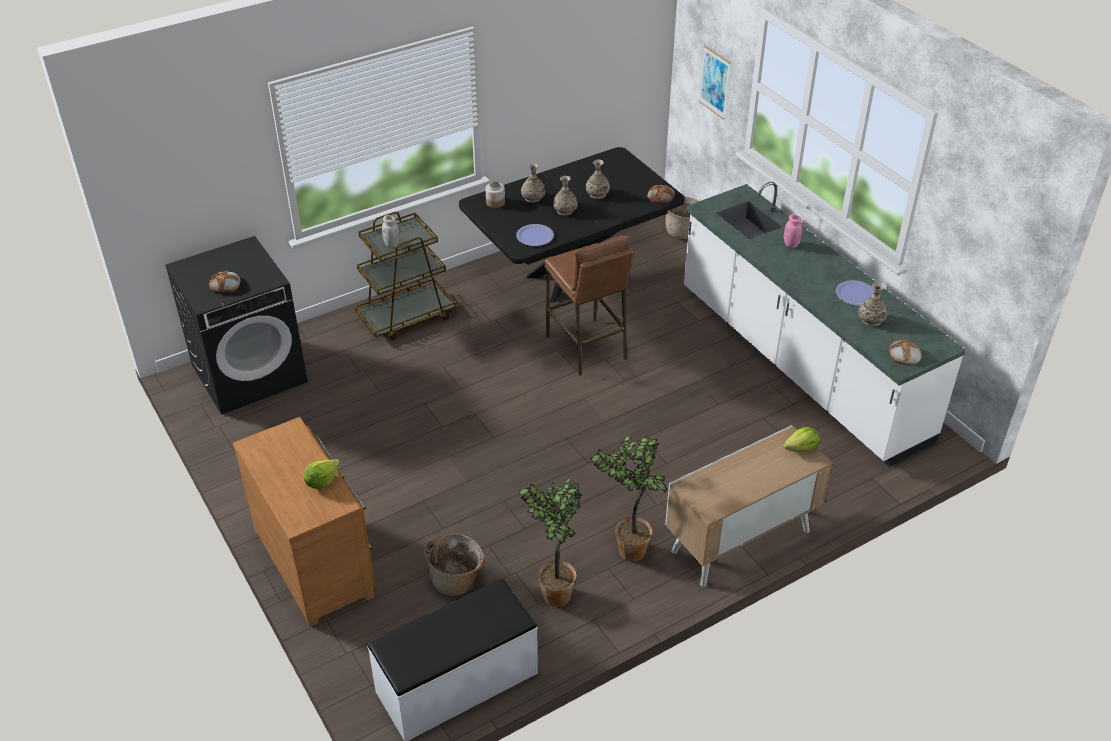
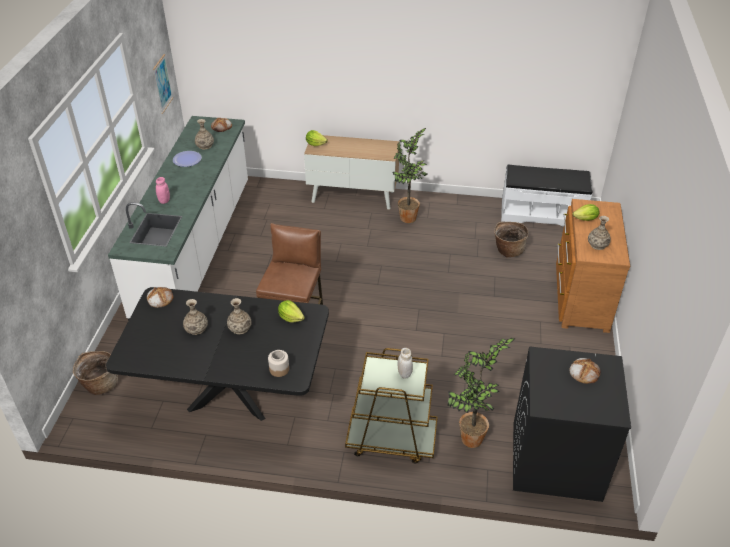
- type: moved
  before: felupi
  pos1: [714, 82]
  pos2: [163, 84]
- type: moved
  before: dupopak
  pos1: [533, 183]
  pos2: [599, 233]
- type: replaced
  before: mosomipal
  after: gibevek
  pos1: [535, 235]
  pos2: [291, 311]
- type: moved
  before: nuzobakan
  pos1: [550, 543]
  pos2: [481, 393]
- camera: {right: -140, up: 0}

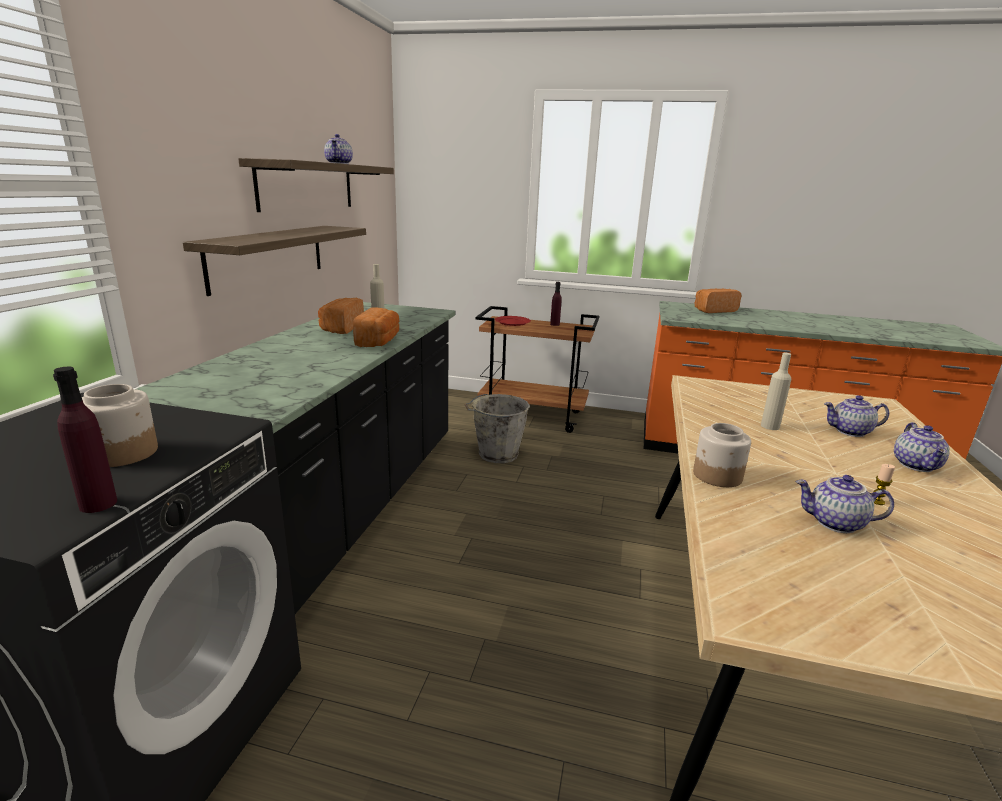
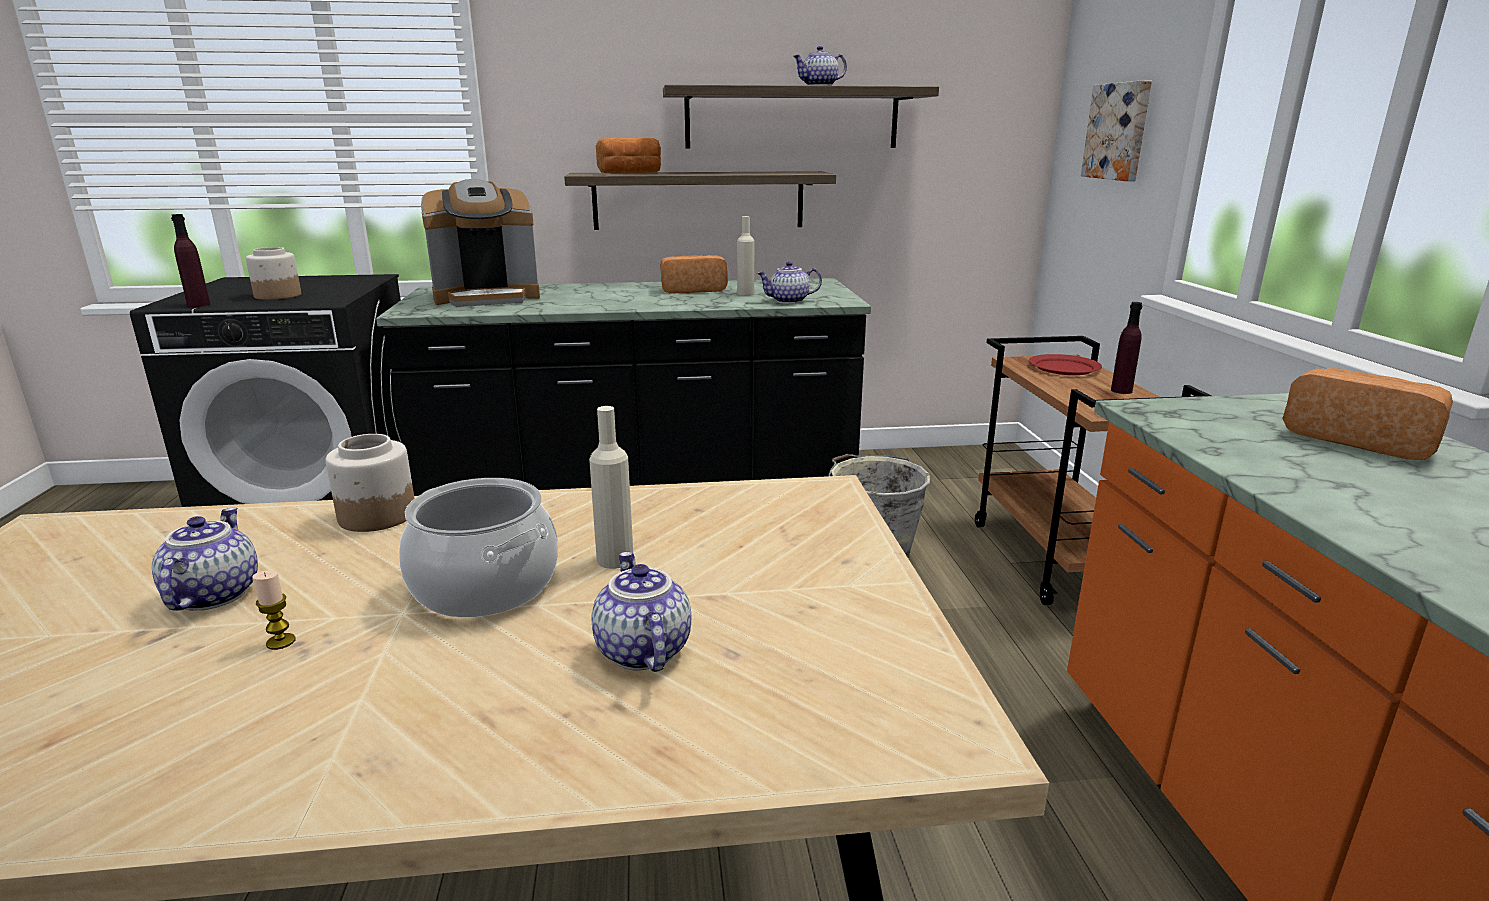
- type: moved
  before: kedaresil
  pos1: [376, 327]
  pos2: [628, 155]
- type: moved
  before: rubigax
  pos1: [922, 447]
  pos2: [789, 282]
- type: added
  after: felupi
  pos2: [1116, 130]
- type: added
  after: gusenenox
  pos2: [480, 243]
- type: added
  after: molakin
  pos2: [478, 548]
- camera: {right: 70, up: 0}

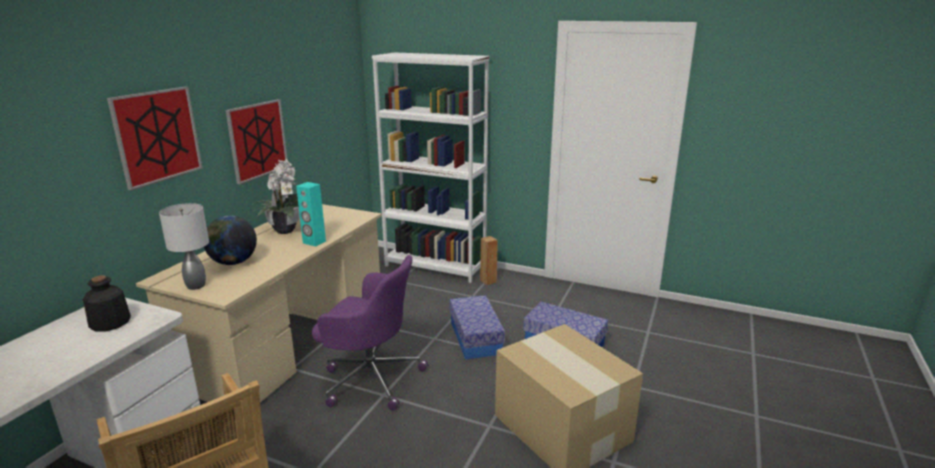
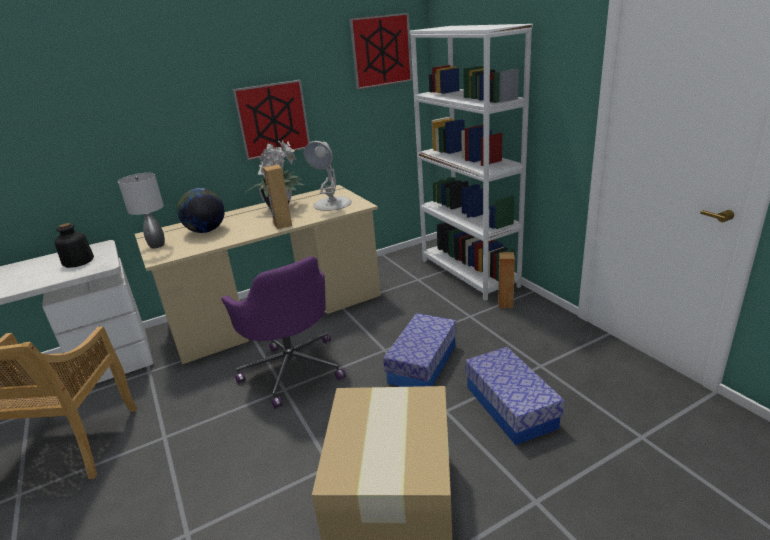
- type: moved
  before: felupi
  pos1: [155, 138]
  pos2: [381, 51]
- type: recoloured
  before: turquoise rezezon
  after: brown rezezon
  pos1: [311, 214]
  pos2: [277, 197]
- type: added
  after: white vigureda
  pos2: [327, 176]
- camera: {right: 40, up: 5}

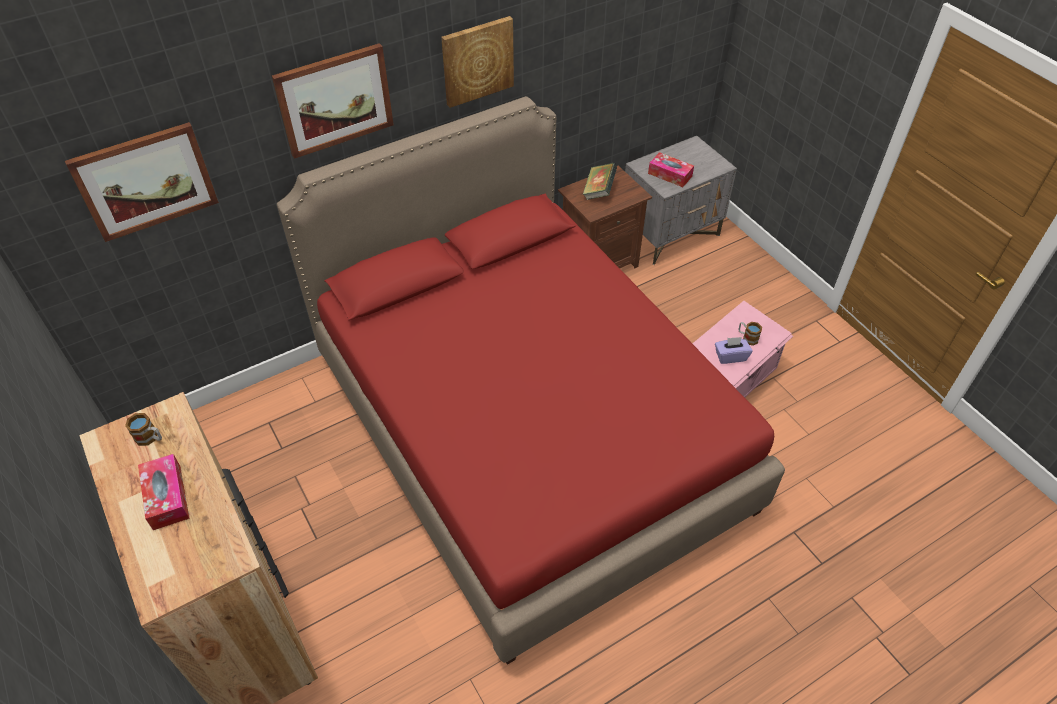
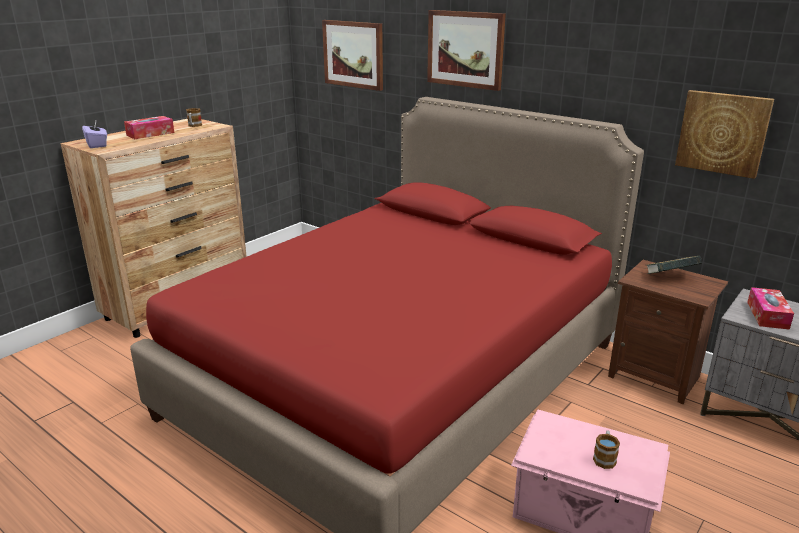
- type: moved
  before: felupi
  pos1: [477, 62]
  pos2: [724, 134]
- type: moved
  before: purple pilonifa
  pos1: [734, 350]
  pos2: [94, 134]
- camera: {right: 70, up: -25}

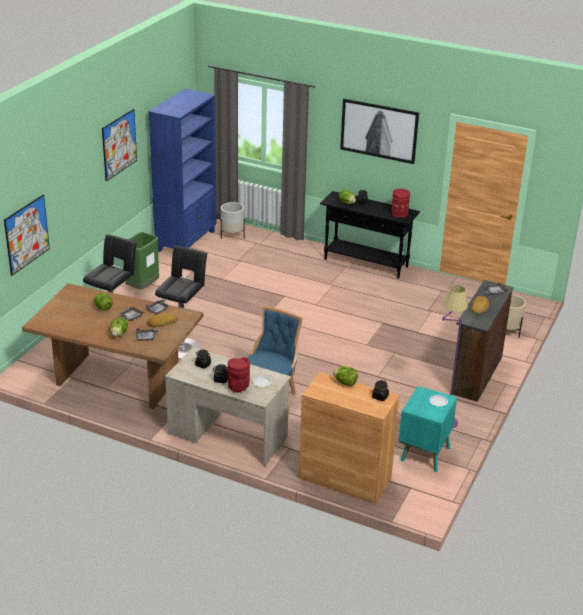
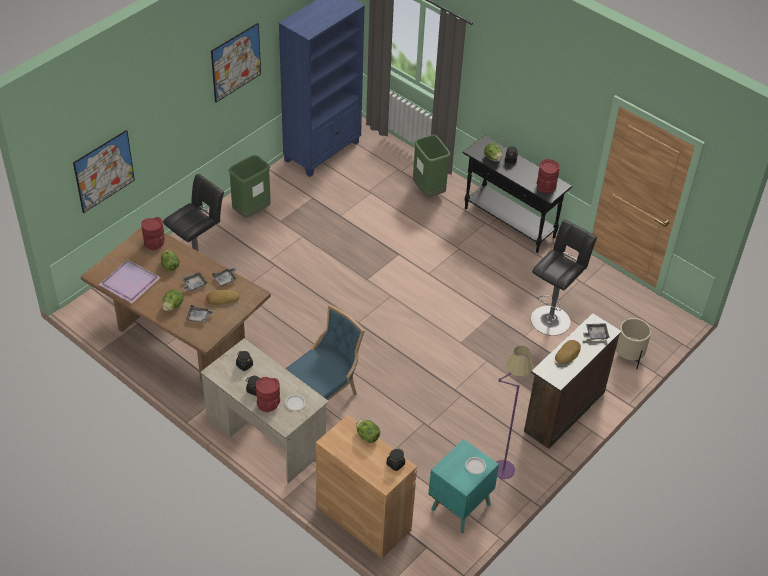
- type: removed
  before: felupi
  pos1: [379, 131]
- type: removed
  before: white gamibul
  pos1: [232, 220]
- type: moved
  before: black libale
  pos1: [181, 302]
  pos2: [564, 278]
- type: added
  after: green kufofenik
  pos2: [431, 166]
- type: added
  after: red dupopak
  pos2: [153, 233]
- type: added
  after: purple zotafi
  pos2: [130, 281]
- camera: {right: 15, up: 15}

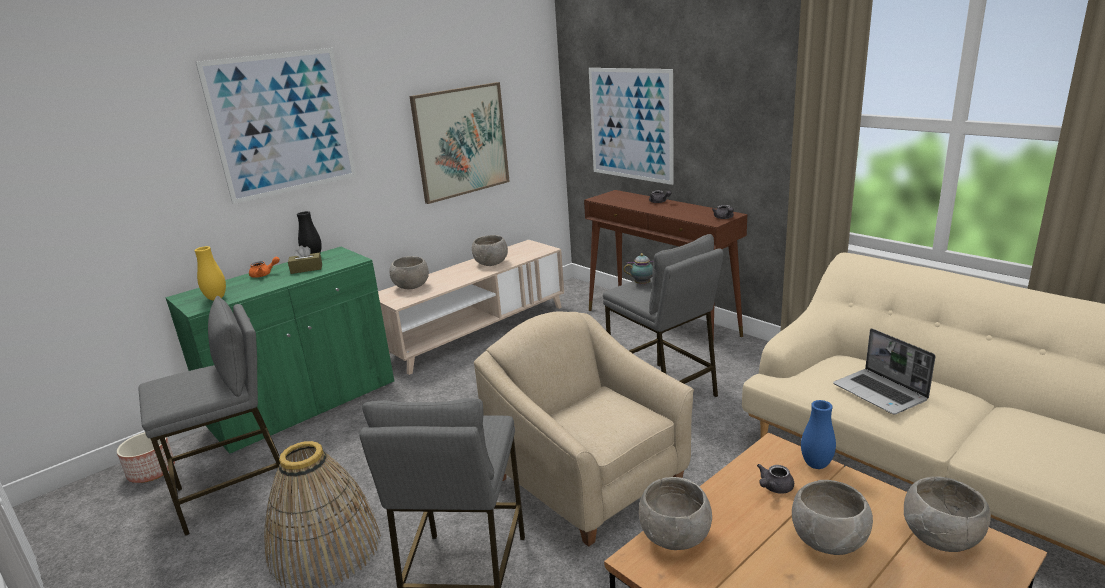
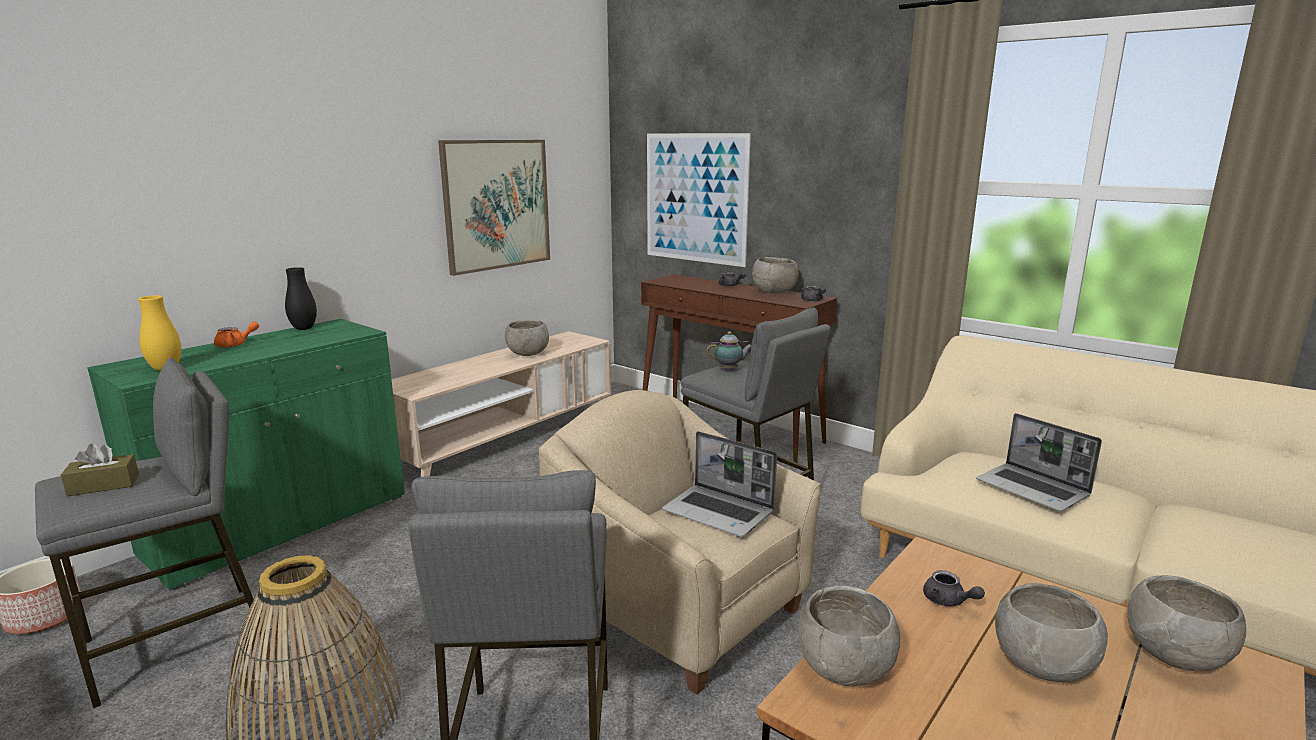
- type: removed
  before: felupi
  pos1: [276, 126]
- type: moved
  before: brown pilonifa
  pos1: [305, 259]
  pos2: [100, 469]
- type: moved
  before: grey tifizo
  pos1: [409, 272]
  pos2: [775, 275]
- type: removed
  before: blue dupopak
  pos1: [818, 434]
- type: turned
  before: grey rubigax
  pos1: [775, 479]
  pos2: [954, 588]
  turn: -75
- type: added
  after: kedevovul
  pos2: [719, 484]
- camera: {right: -10, up: -5}

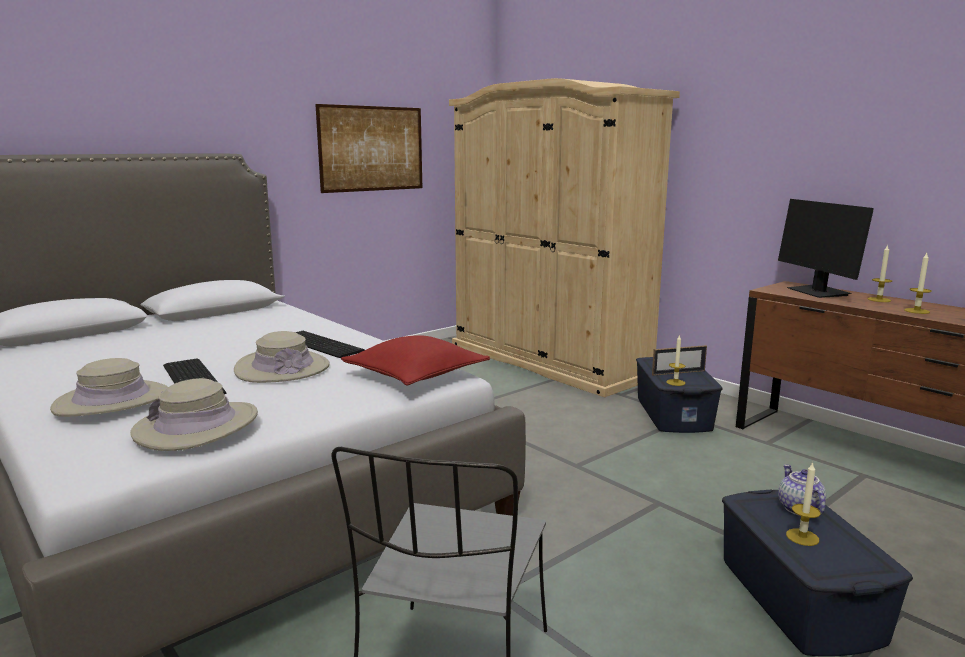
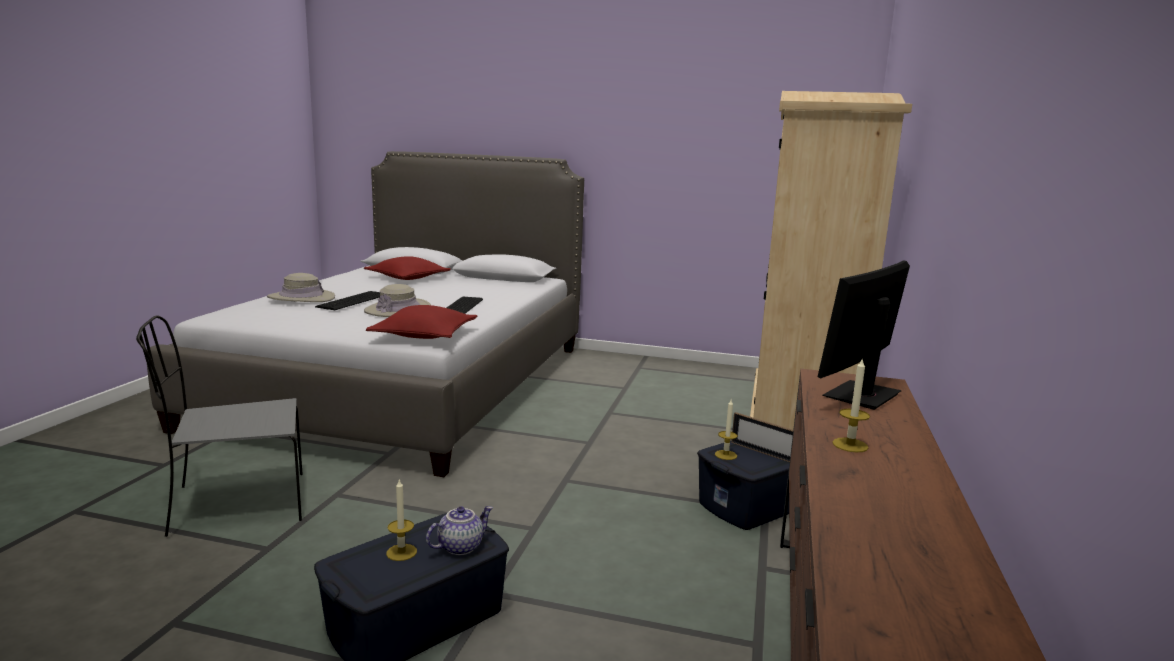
- type: removed
  before: felupi
  pos1: [368, 148]
- type: removed
  before: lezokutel
  pos1: [880, 273]
- type: removed
  before: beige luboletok
  pos1: [194, 414]
- type: added
  after: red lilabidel
  pos2: [407, 268]
- camera: {right: 55, up: 0}

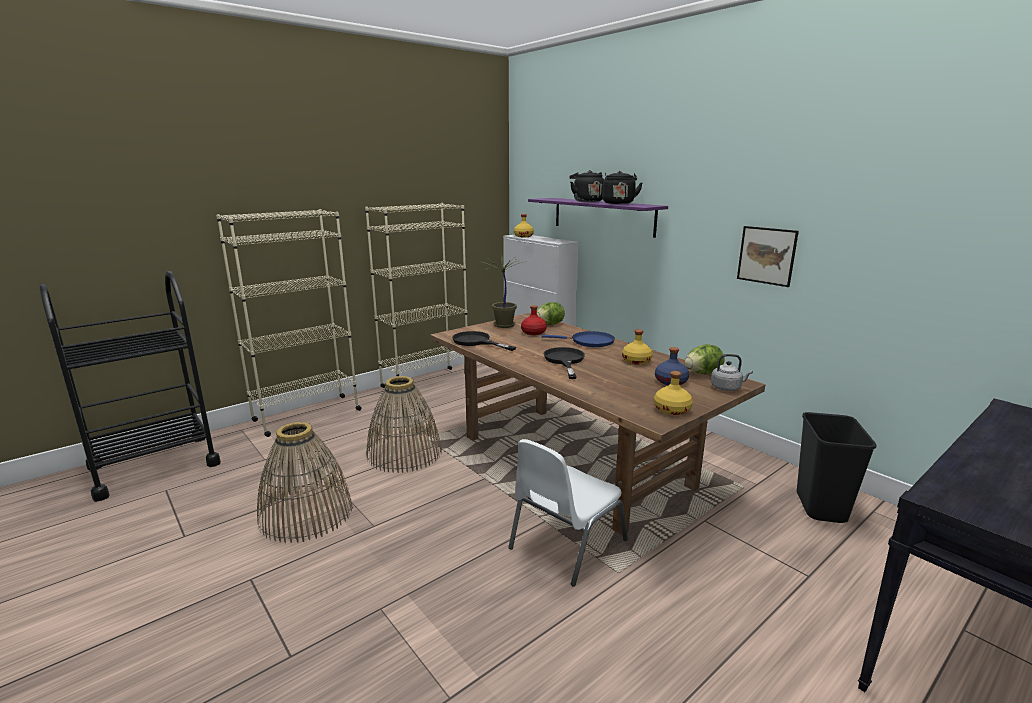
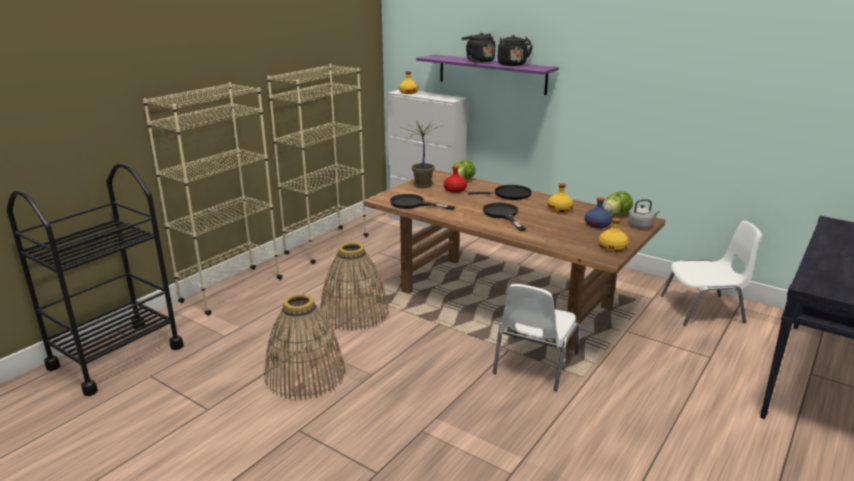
- type: removed
  before: felupi
  pos1: [768, 256]
- type: recoloured
  before: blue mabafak
  after: black mabafak
  pos1: [578, 339]
  pos2: [500, 192]
- type: replaced
  before: black kufofenik
  after: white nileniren
  pos1: [836, 467]
  pos2: [711, 273]
- camera: {right: -15, up: 5}

